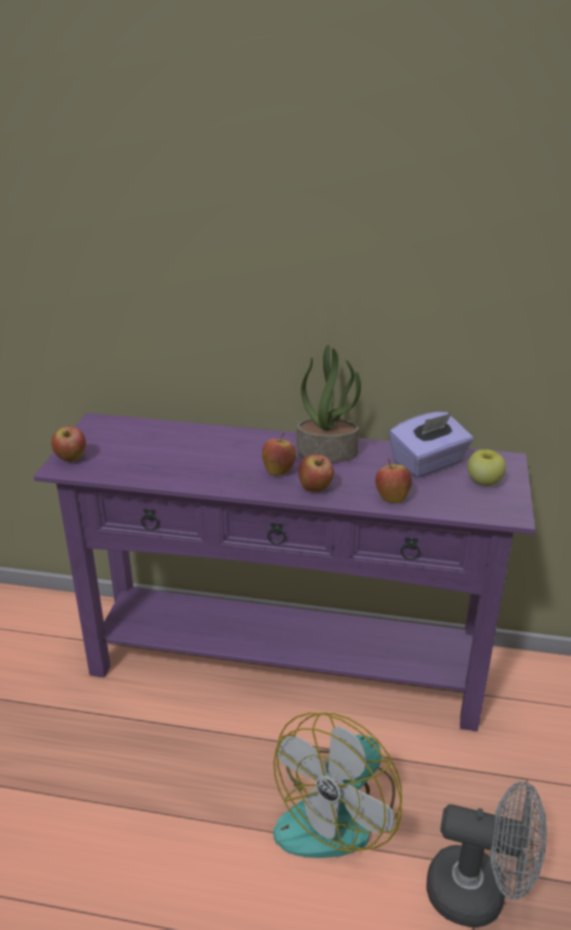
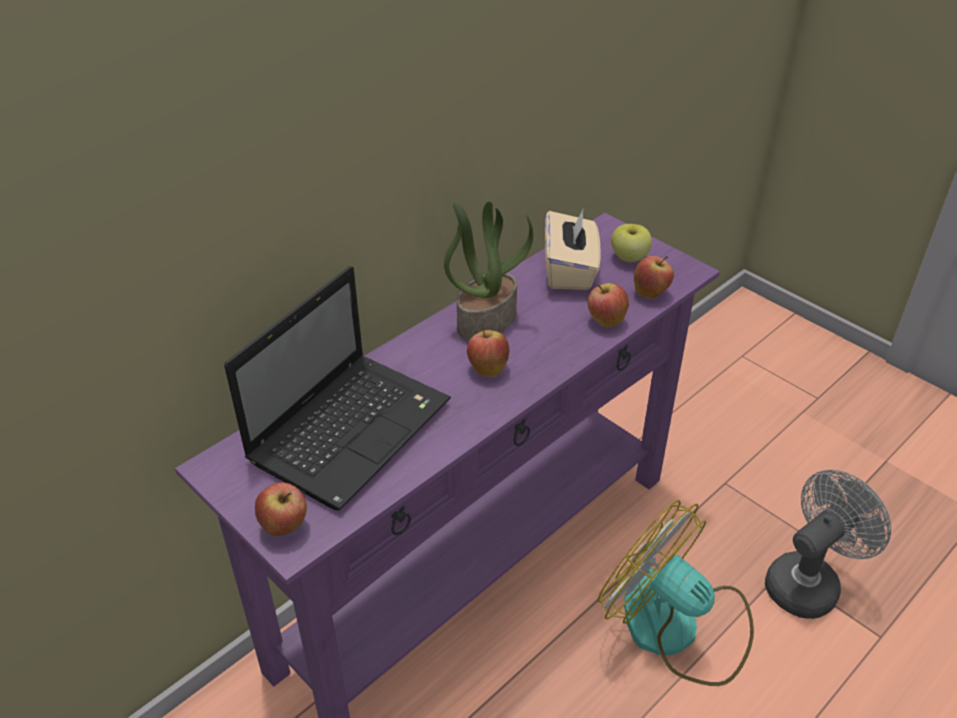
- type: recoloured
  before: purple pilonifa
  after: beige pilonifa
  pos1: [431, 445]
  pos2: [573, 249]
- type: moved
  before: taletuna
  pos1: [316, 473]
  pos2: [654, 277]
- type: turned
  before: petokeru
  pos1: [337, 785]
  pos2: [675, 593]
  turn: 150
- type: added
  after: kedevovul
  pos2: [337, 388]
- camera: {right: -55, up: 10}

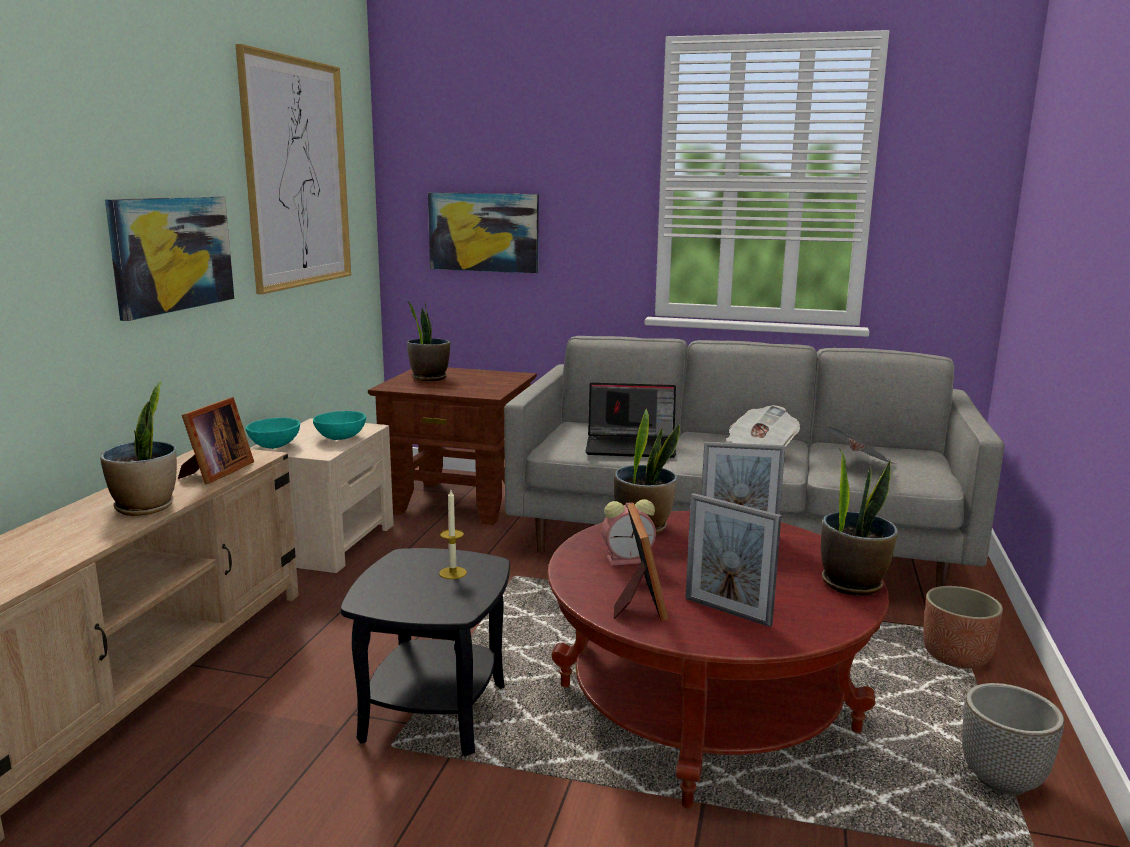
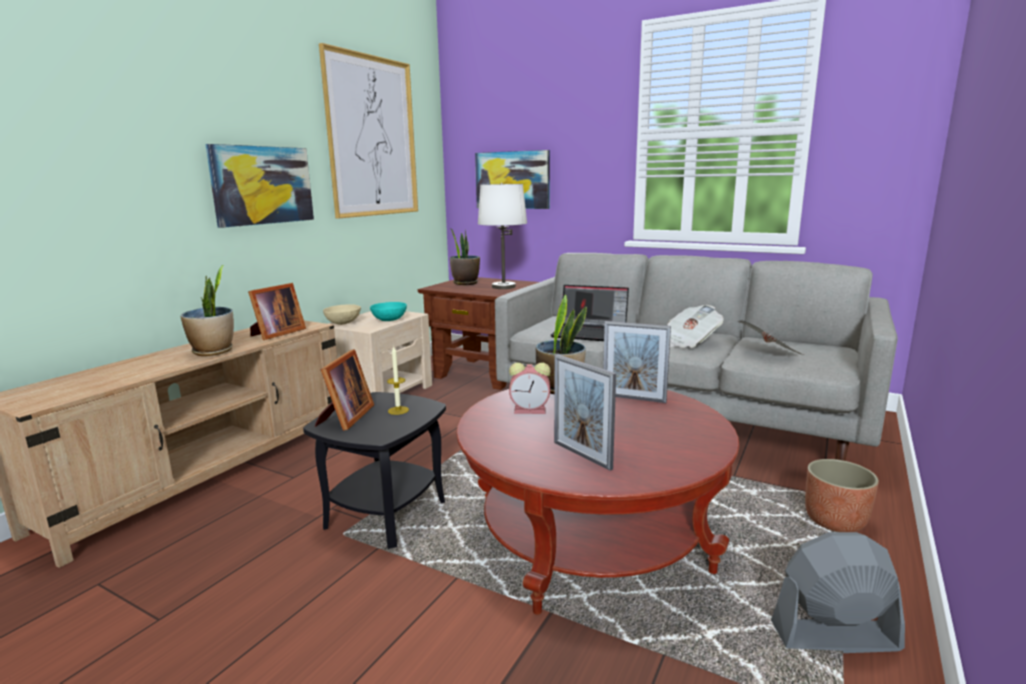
- type: recoloured
  before: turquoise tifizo
  after: beige tifizo
  pos1: [273, 433]
  pos2: [342, 314]
- type: removed
  before: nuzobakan
  pos1: [859, 522]
- type: moved
  before: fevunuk
  pos1: [641, 562]
  pos2: [344, 390]
- type: replaced
  before: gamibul
  after: grey petokeru
  pos1: [1013, 739]
  pos2: [838, 592]
- type: added
  after: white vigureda
  pos2: [502, 236]
- camera: {right: 15, up: 0}

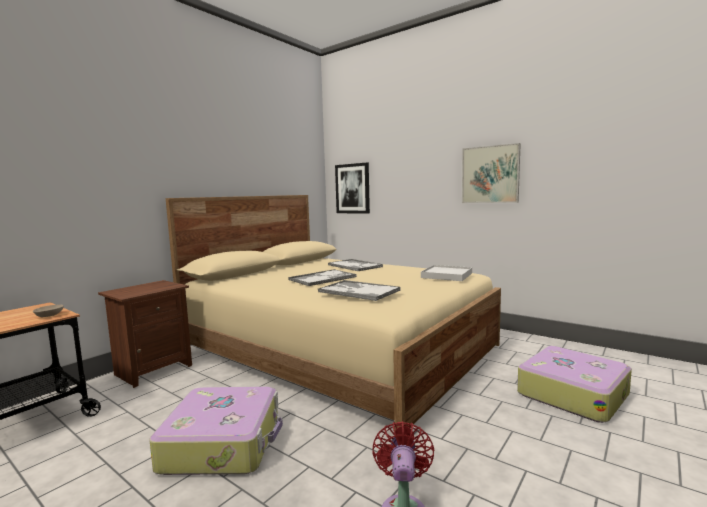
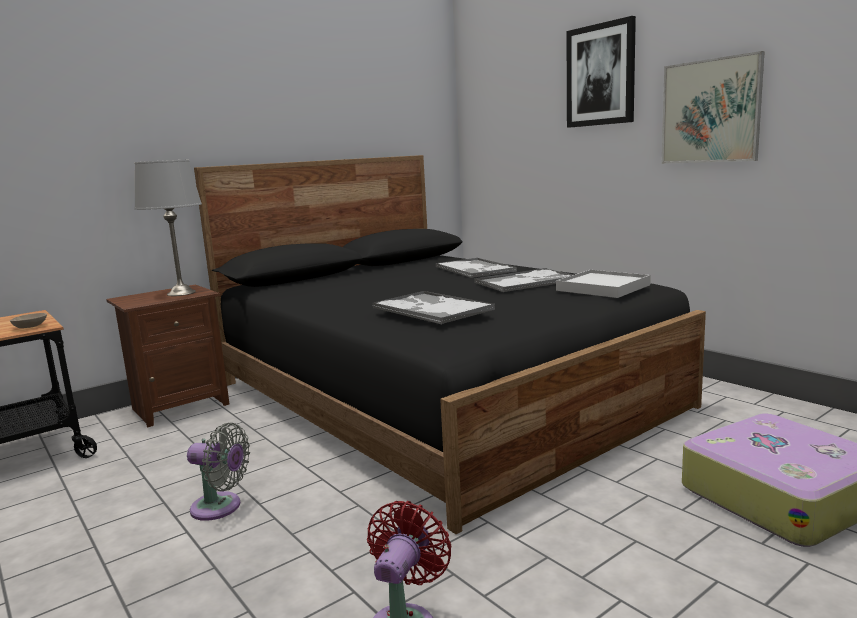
- type: moved
  before: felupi
  pos1: [352, 188]
  pos2: [601, 72]
- type: recoloured
  before: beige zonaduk
  after: black zonaduk
  pos1: [333, 312]
  pos2: [450, 344]
- type: moved
  before: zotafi
  pos1: [323, 277]
  pos2: [523, 280]
- type: replaced
  before: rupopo
  after: grey petokeru
  pos1: [216, 430]
  pos2: [218, 472]
- type: added
  after: grey vigureda
  pos2: [168, 228]
- camera: {right: 15, up: 5}

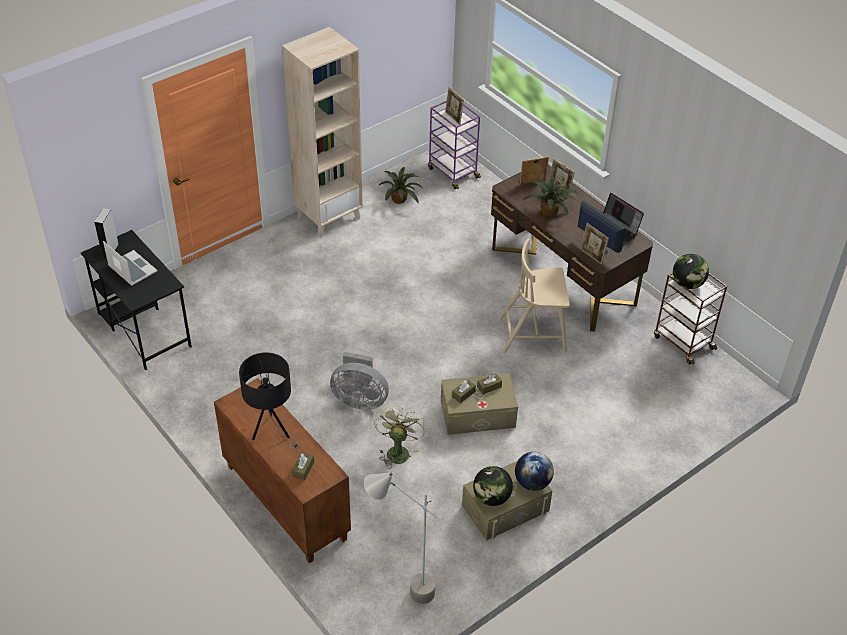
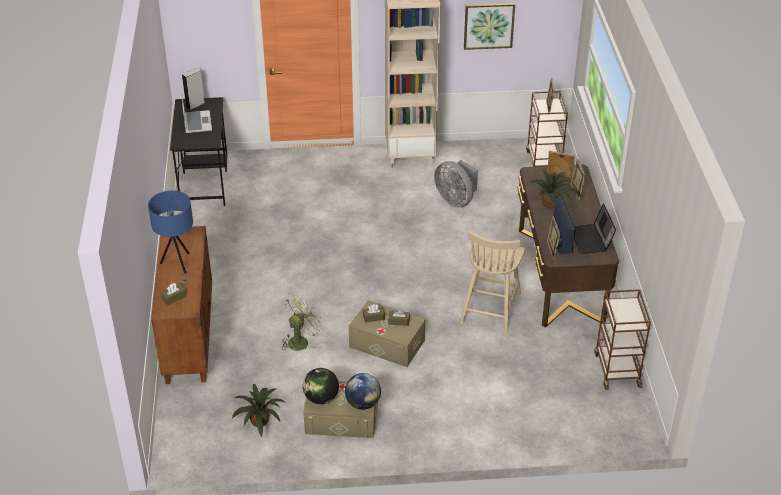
- type: recoloured
  before: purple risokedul
  after: brown risokedul
  pos1: [454, 145]
  pos2: [547, 129]
- type: moved
  before: nuzobakan
  pos1: [400, 185]
  pos2: [259, 410]
- type: turned
  before: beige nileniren
  pos1: [534, 296]
  pos2: [493, 282]
  turn: -105
- type: removed
  before: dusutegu
  pos1: [691, 271]
- type: recoloured
  before: black vigureda
  after: blue vigureda
  pos1: [269, 400]
  pos2: [170, 237]
- type: moved
  before: grey petokeru
  pos1: [359, 381]
  pos2: [456, 184]
- type: removed
  before: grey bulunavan
  pos1: [400, 538]
- type: added
  after: felupi
  pos2: [489, 26]
- camera: {right: 35, up: -5}

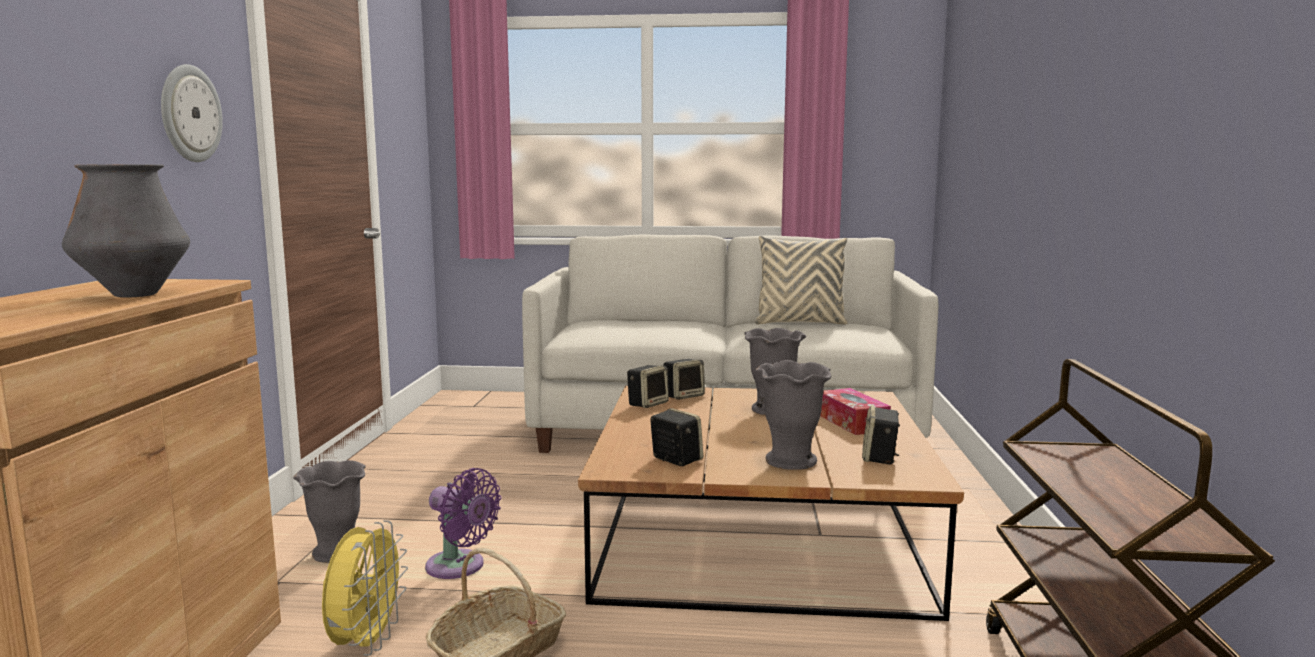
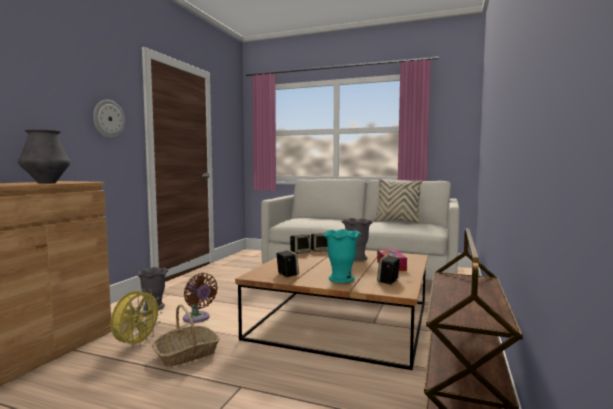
- type: recoloured
  before: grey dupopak
  after: turquoise dupopak
  pos1: [793, 415]
  pos2: [342, 256]
- type: recoloured
  before: purple petokeru
  after: brown petokeru
  pos1: [463, 523]
  pos2: [200, 298]
- camera: {right: 15, up: -5}

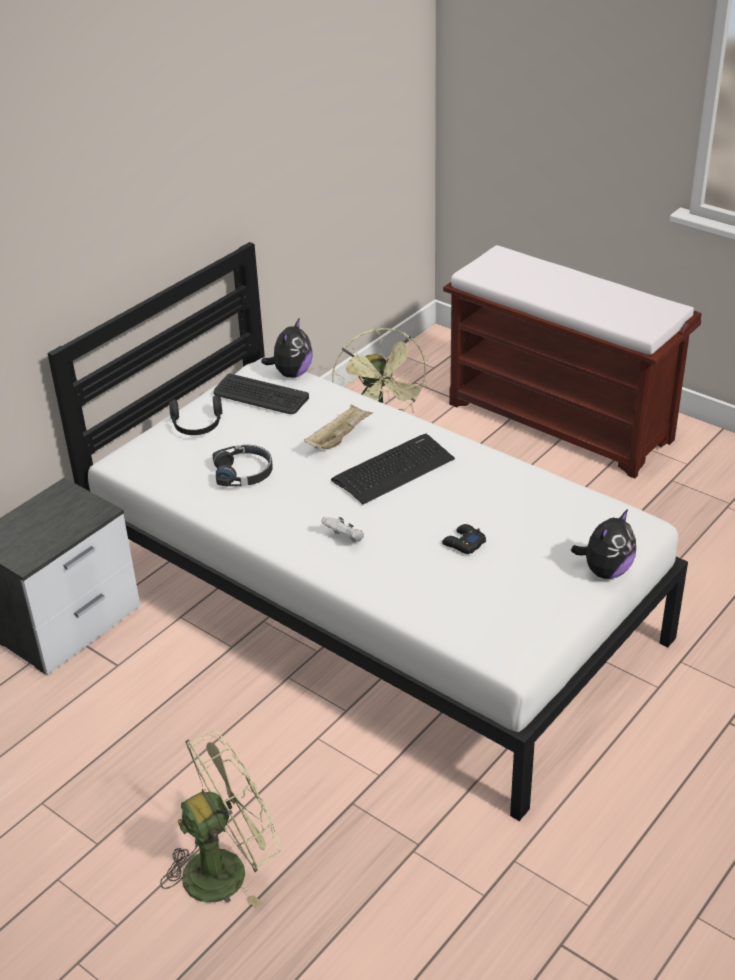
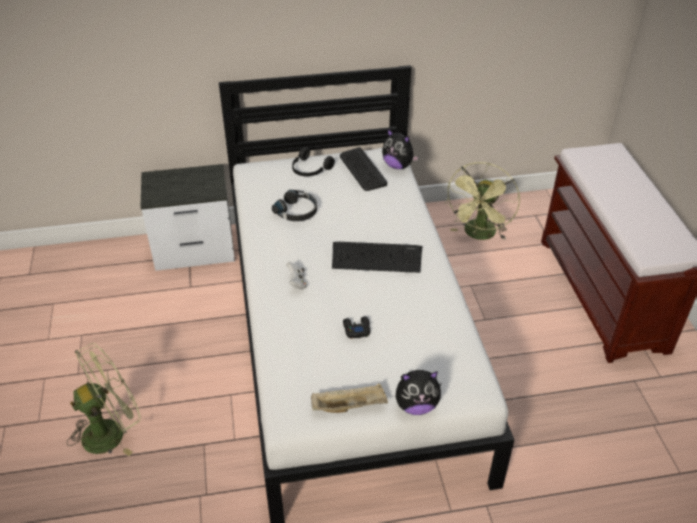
- type: turned
  before: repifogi
  pos1: [287, 347]
  pos2: [400, 149]
  turn: 60
- type: moved
  before: beige zotafi
  pos1: [338, 426]
  pos2: [349, 398]
- type: turned
  before: green petokeru
  pos1: [220, 819]
  pos2: [104, 399]
  turn: -45
- camera: {right: 40, up: 5}

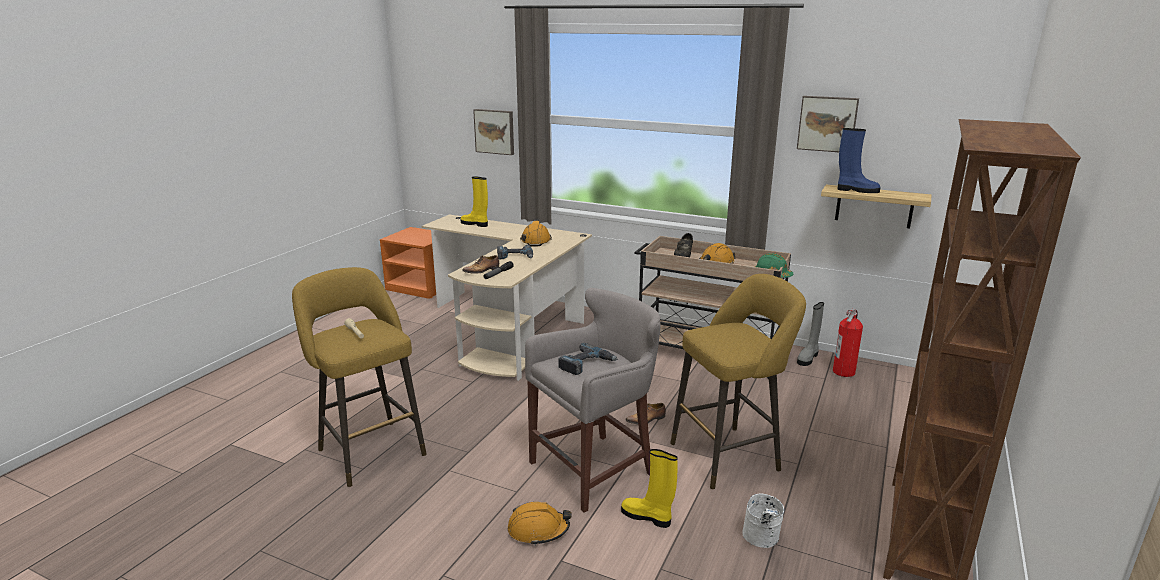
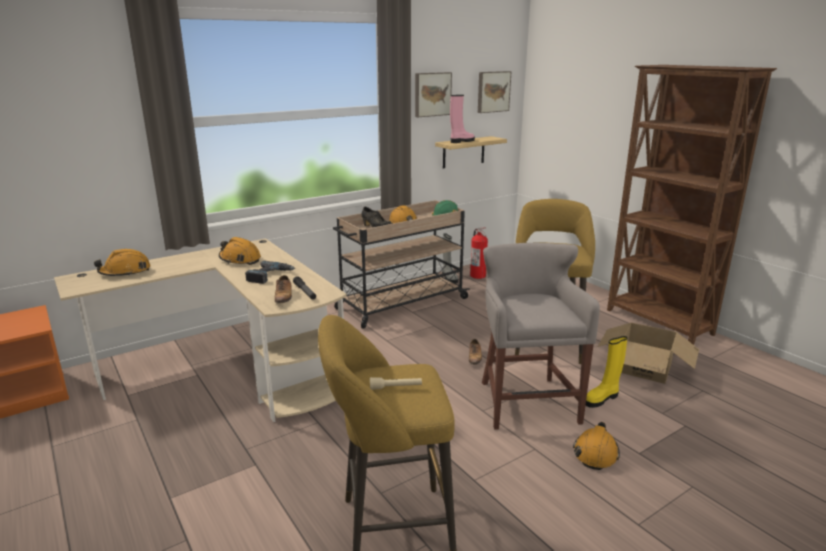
- type: moved
  before: felupi
  pos1: [493, 132]
  pos2: [495, 92]
- type: recoloured
  before: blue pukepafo
  after: pink pukepafo
  pos1: [859, 160]
  pos2: [462, 119]
- type: replaced
  before: yellow pukepafo
  after: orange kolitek
  pos1: [474, 202]
  pos2: [122, 262]
- type: removed
  before: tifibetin
  pos1: [588, 359]
- type: replaced
  before: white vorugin
  after: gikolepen
  pos1: [763, 521]
  pos2: [648, 353]
- camera: {right: -60, up: 0}

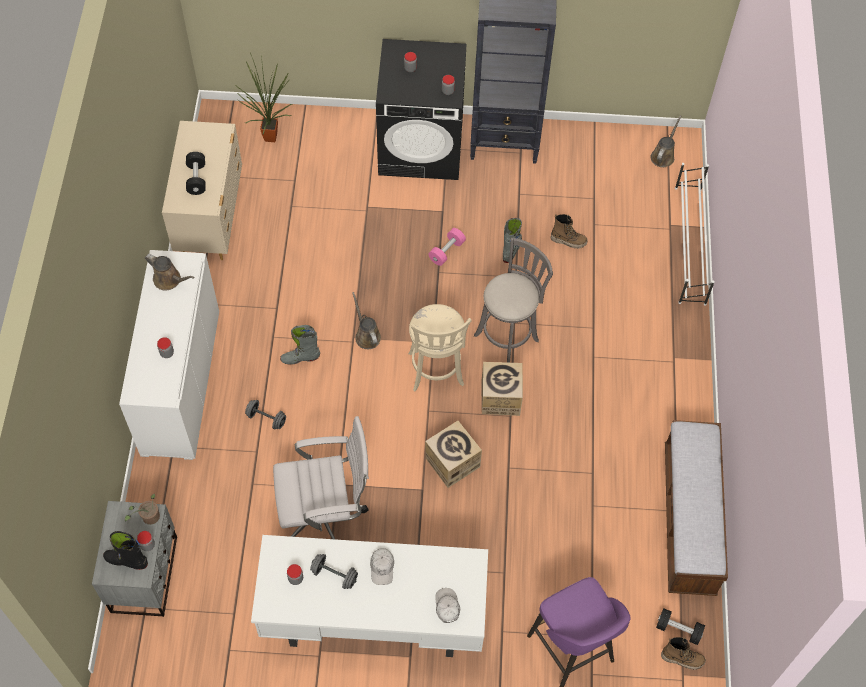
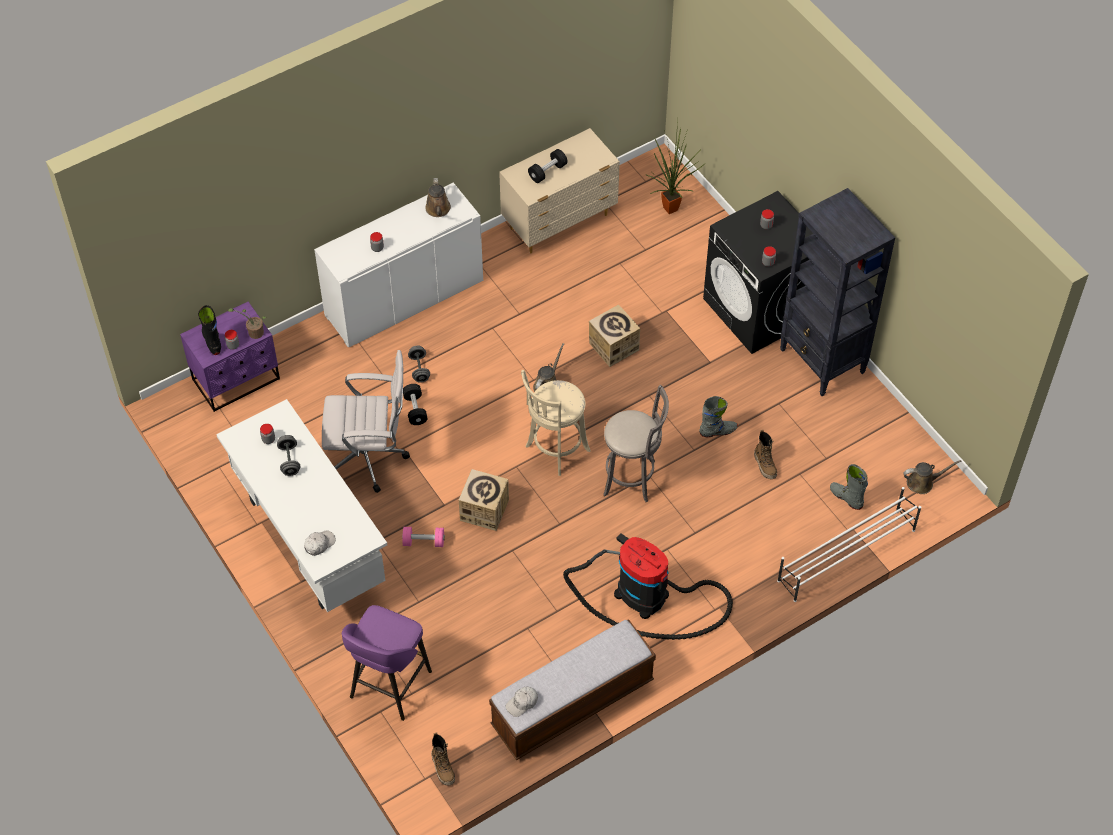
- type: moved
  before: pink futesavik
  pos1: [447, 247]
  pos2: [423, 537]
- type: moved
  before: grey pukepafo
  pos1: [300, 344]
  pos2: [849, 487]
- type: moved
  before: gikolepen
  pos1: [502, 389]
  pos2: [614, 335]
- type: turned
  before: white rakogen
  pos1: [321, 477]
  pos2: [366, 421]
  turn: -45
- type: recoloured
  before: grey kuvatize
  after: purple kuvatize
  pos1: [134, 559]
  pos2: [230, 357]
- type: moved
  before: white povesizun
  pos1: [382, 566]
  pos2: [522, 702]
- type: moved
  before: black futesavik
  pos1: [680, 627]
  pos2: [415, 404]
- type: added
  after: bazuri
  pos2: [648, 586]
- camera: {right: 55, up: -5}

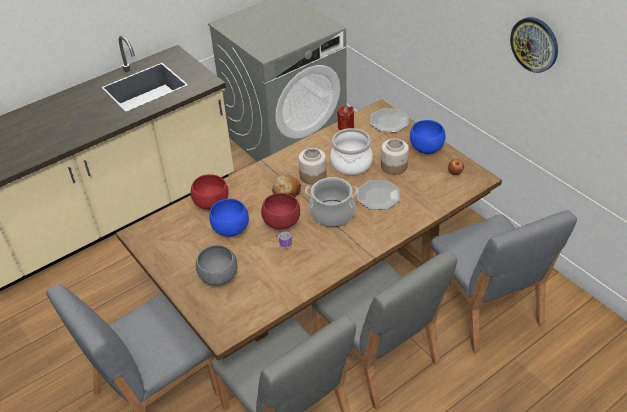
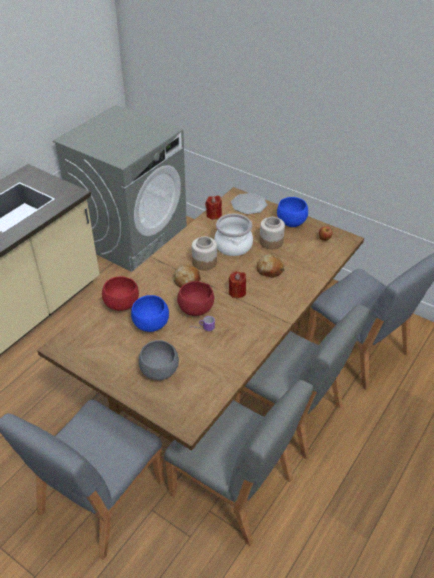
- type: removed
  before: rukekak
  pos1: [534, 45]
- type: replaced
  before: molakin
  after: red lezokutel
  pos1: [332, 202]
  pos2: [237, 284]
- type: replaced
  before: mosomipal
  after: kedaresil
  pos1: [378, 195]
  pos2: [271, 266]
- camera: {right: -20, up: 0}

